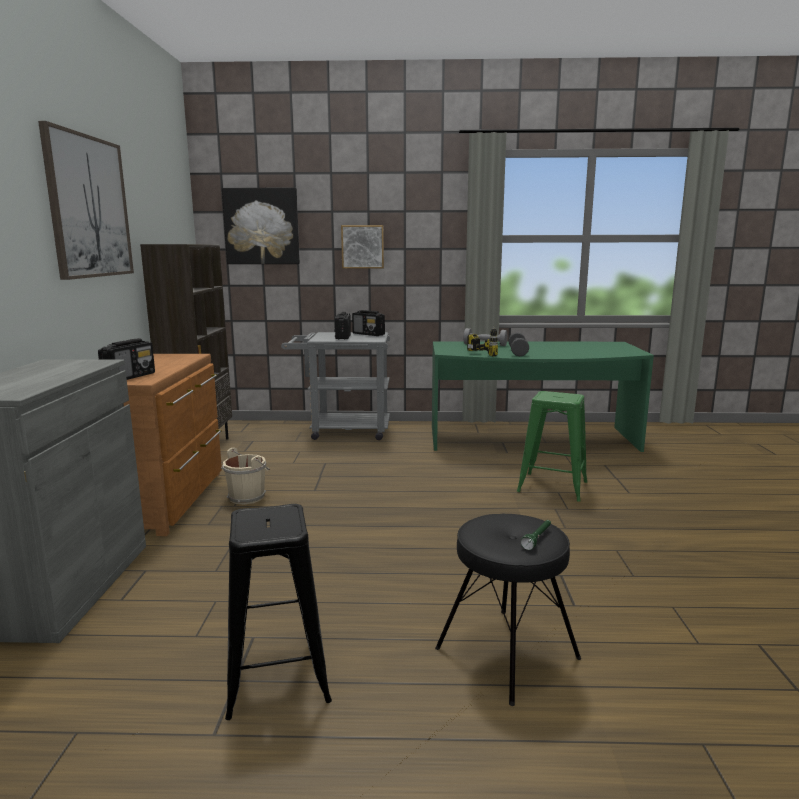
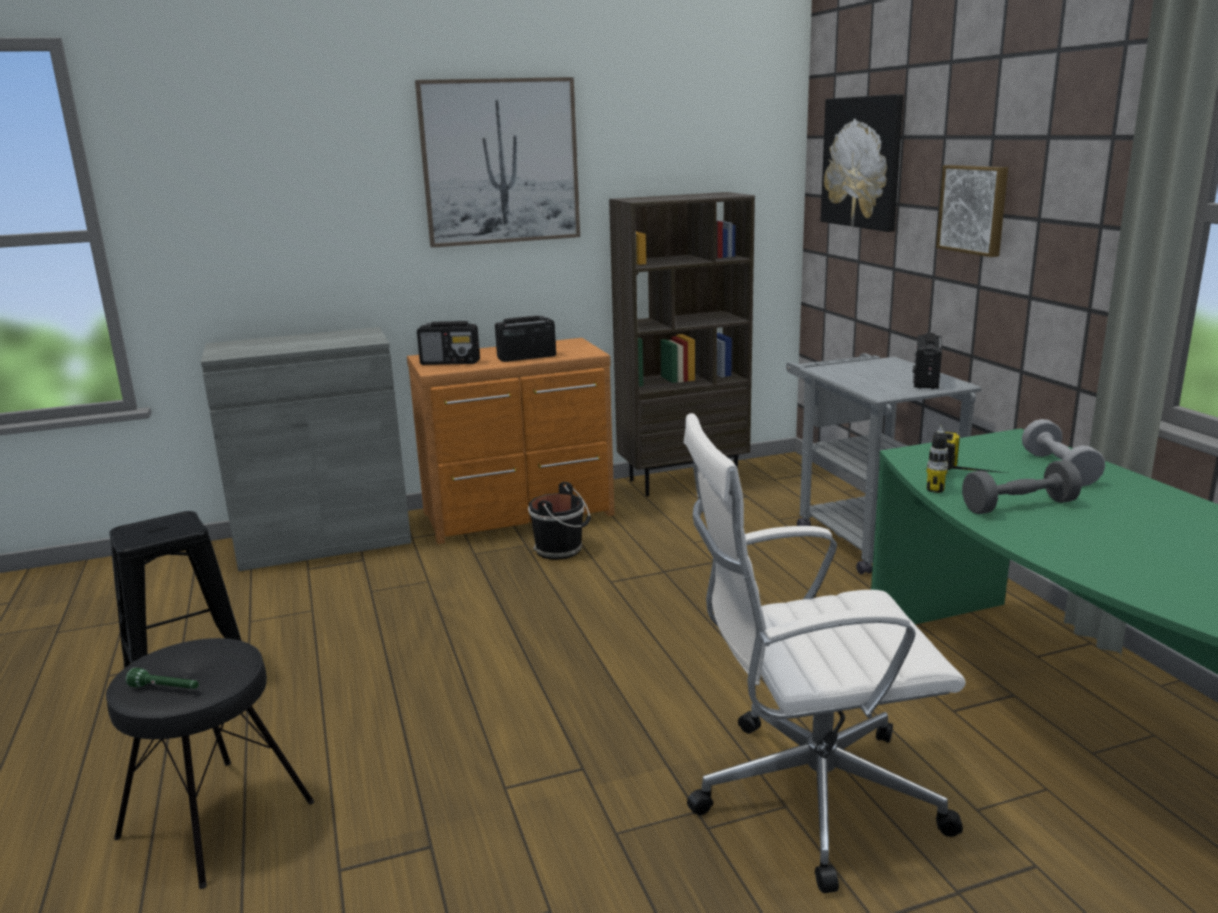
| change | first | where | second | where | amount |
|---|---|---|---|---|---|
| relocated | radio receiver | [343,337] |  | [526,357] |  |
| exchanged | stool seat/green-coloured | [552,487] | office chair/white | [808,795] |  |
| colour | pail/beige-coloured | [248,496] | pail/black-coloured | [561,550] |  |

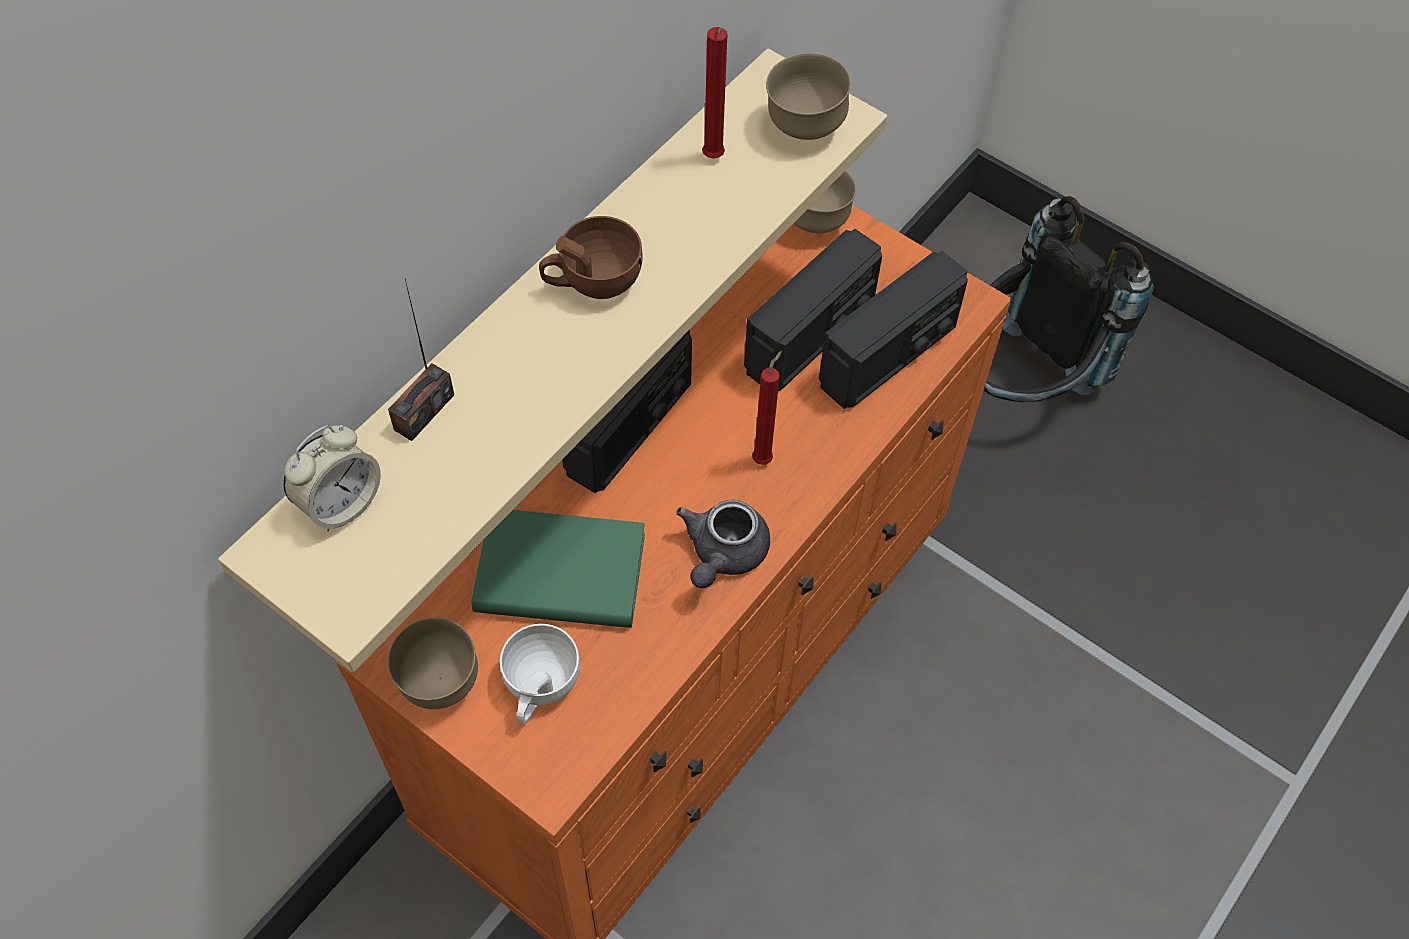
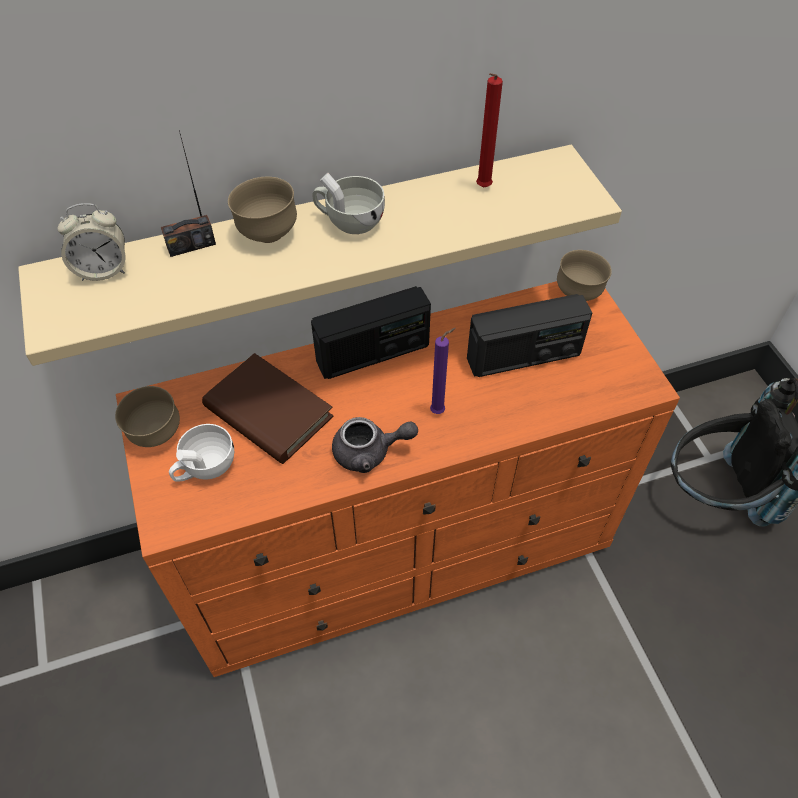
| change | first | where | second | where | amount |
|---|---|---|---|---|---|
| missing | radio receiver | [888,356] |  |  |  |
| relocated | deep dish/brownish | [804,128] |  | [267,234] |  |
| colour | book/green-coloured | [560,574] | book/brownish | [268,412] |  |
| colour | cup/brownish | [592,281] | cup/white | [349,221] |  |
| colour | wax candle/reddish | [764,458] | wax candle/purple-coloured | [439,411] |  |
| spun | pot for tea/gray | [722,554] |  | [370,452] | 150 degrees counterclockwise |

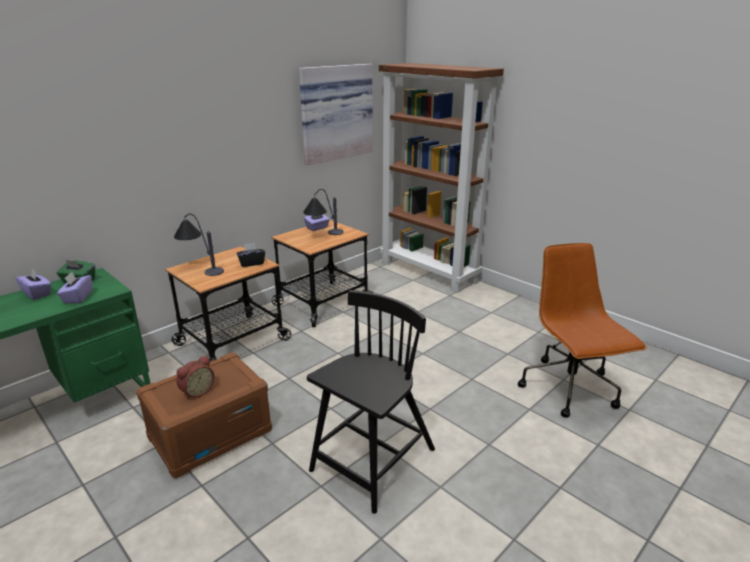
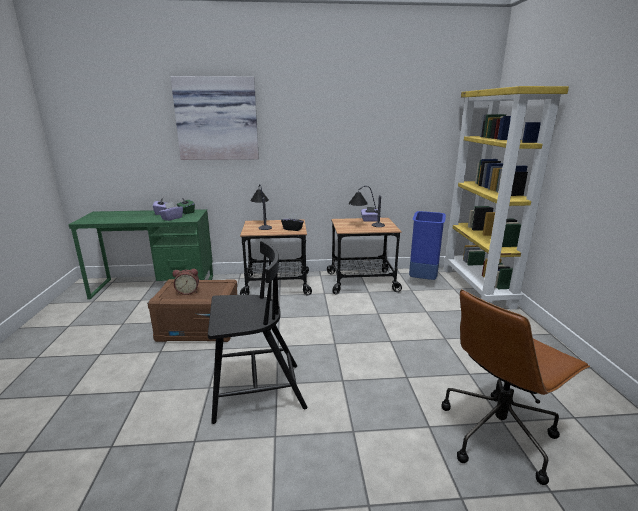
| change | first | where | second | where | amount |
|---|---|---|---|---|---|
| appeared |  |  | trash can/blue | [422,279] |  |
| relocated | wall picture | [335,112] |  | [217,119] |  |
| colour | bookcase/brownish | [429,272] | bookcase/yellow-coloured | [477,287] |  |
| spun | office chair/brownish | [569,389] |  | [498,433] | 150 degrees counterclockwise |

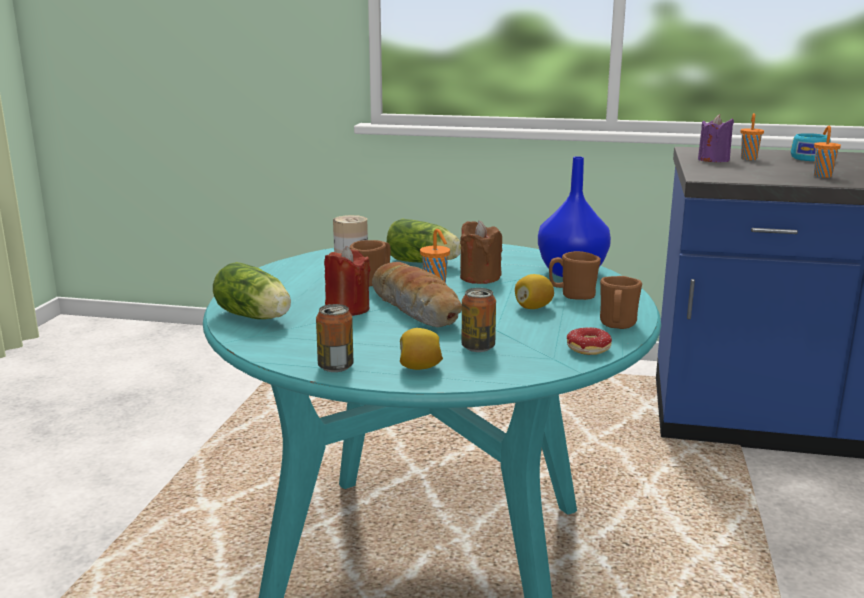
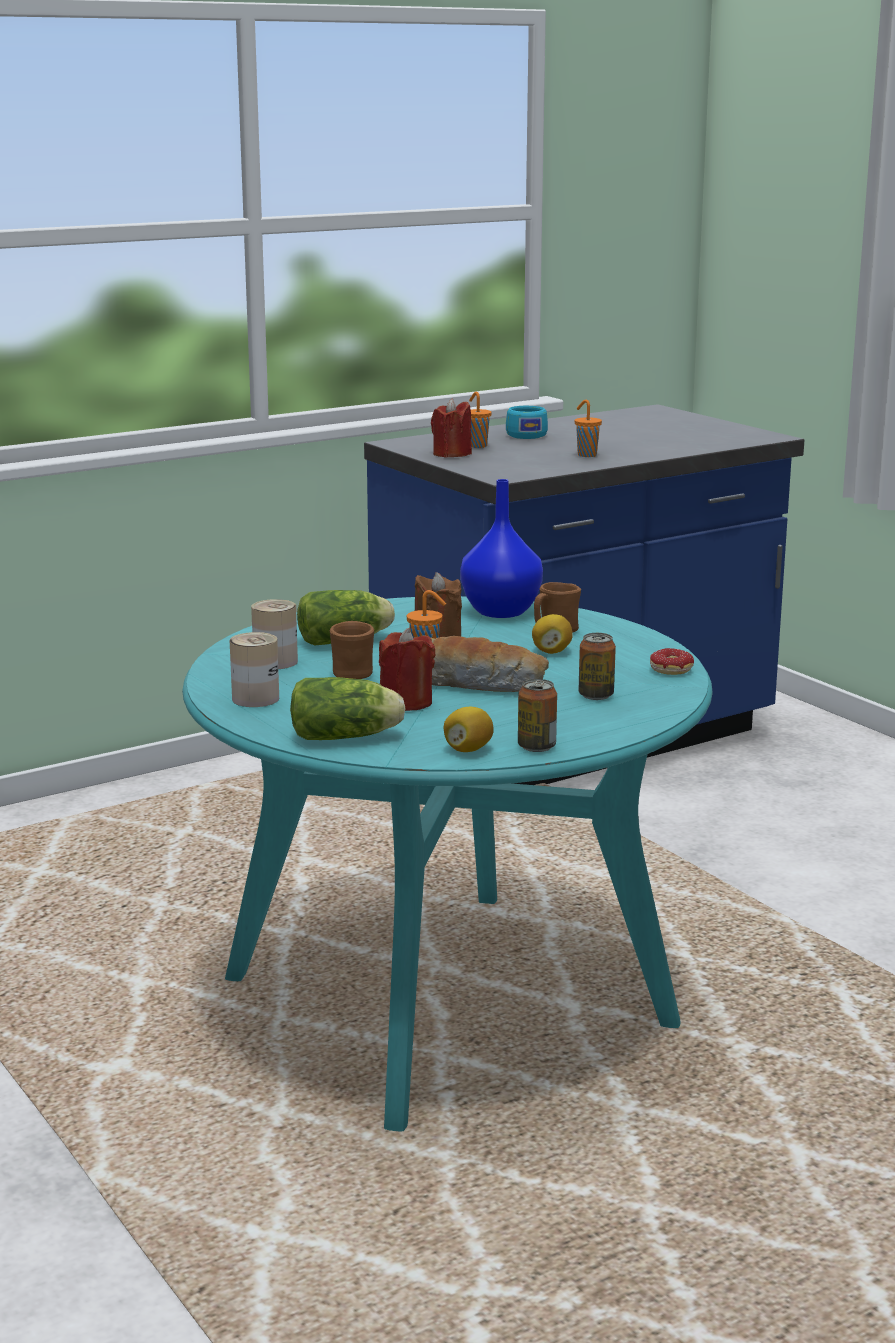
| change | first | where | second | where | amount |
|---|---|---|---|---|---|
| missing | coffee mug/brownish | [617,325] |  |  |  |
| appeared |  |  | sealed can | [255,699] |  |
| relocated | citrus fruit | [419,368] |  | [468,749] |  |
| colour | wax candle/purple-coloured | [713,160] | wax candle/reddish | [452,454] |  |

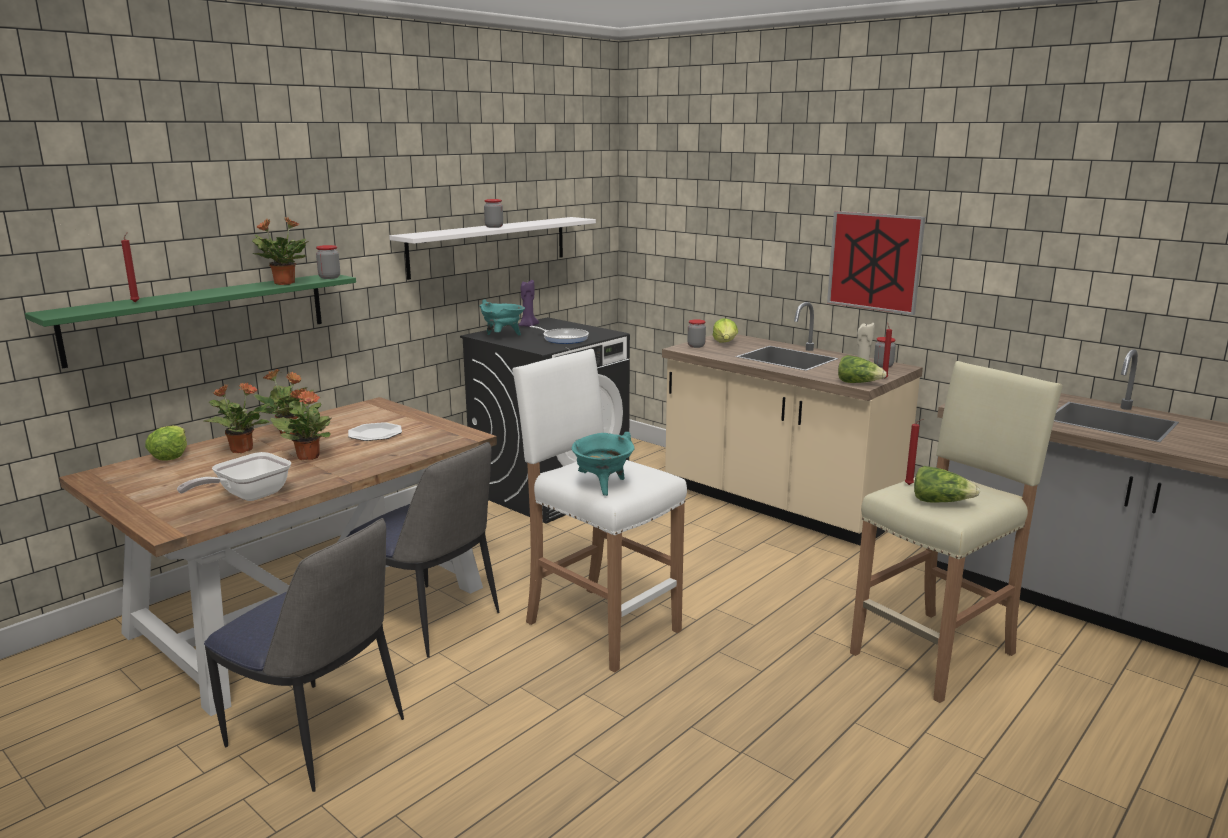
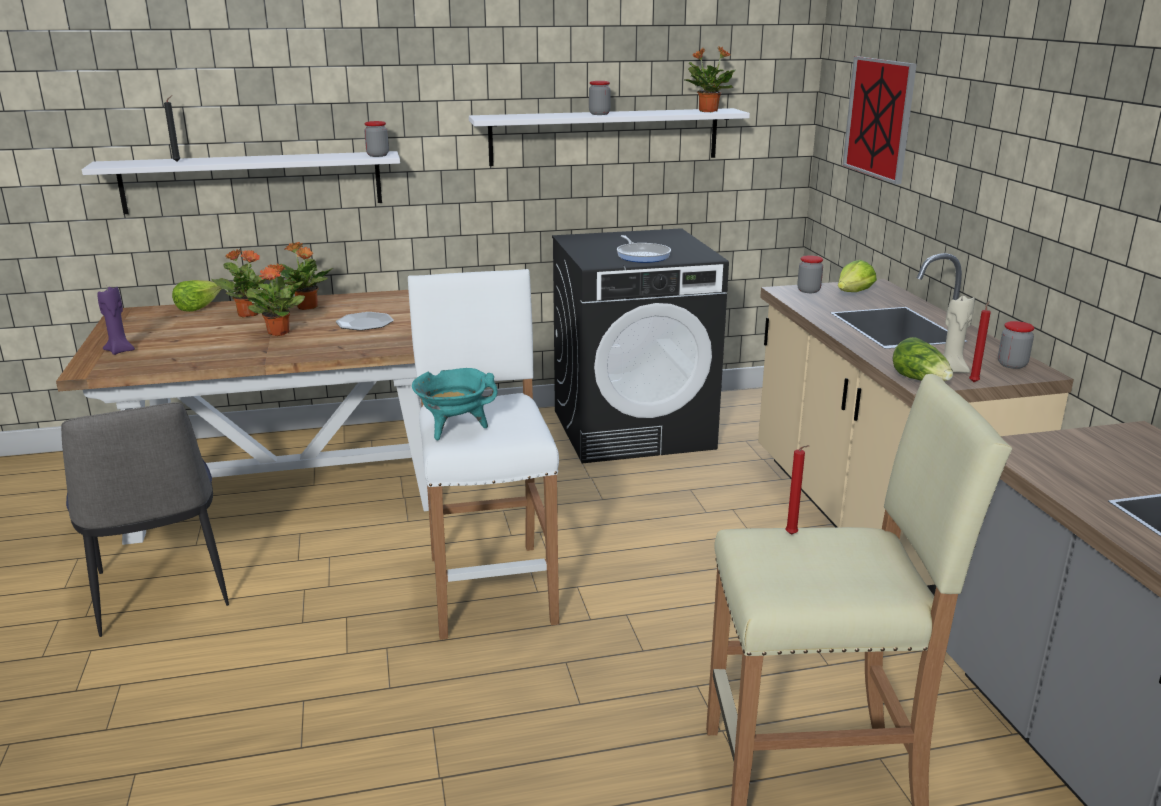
| change | first | where | second | where | amount |
|---|---|---|---|---|---|
| missing | pan | [247,496] |  |  |  |
| missing | upright chair | [431,620] |  |  |  |
| missing | stockpot/turquoise | [502,337] |  |  |  |
| missing | head of lettuce | [940,502] |  |  |  |
| relocated | plant in a pot | [283,283] |  | [707,111] |  |
| relocated | wax candle/purple-coloured | [528,326] |  | [120,351] |  |
| relocated | wall picture | [875,261] |  | [879,118] |  |
| colour | shelf/green-coloured | [200,317] | shelf/white | [253,182] |  |
| colour | wax candle/reddish | [136,302] | wax candle/black-coloured | [178,161] |  |

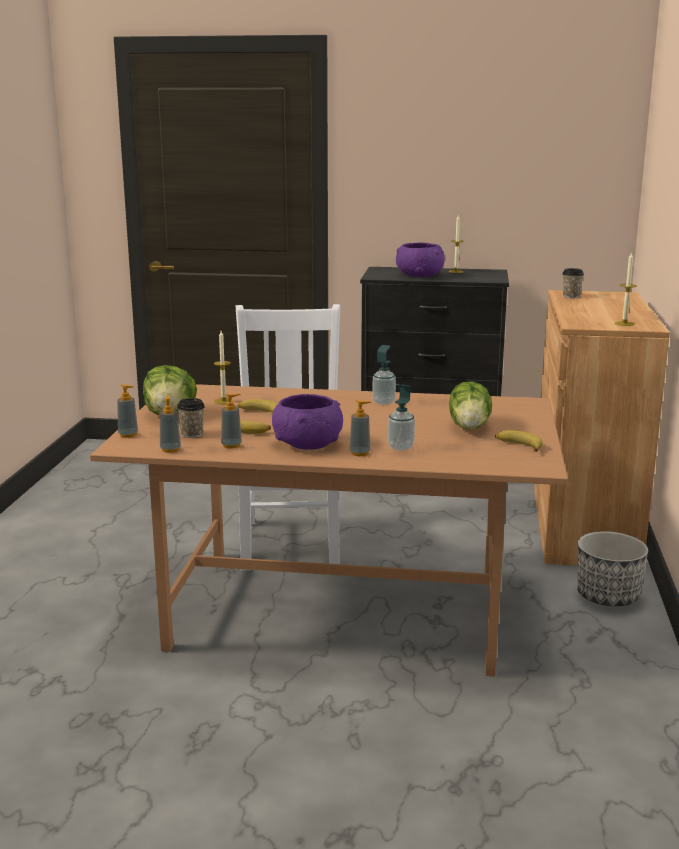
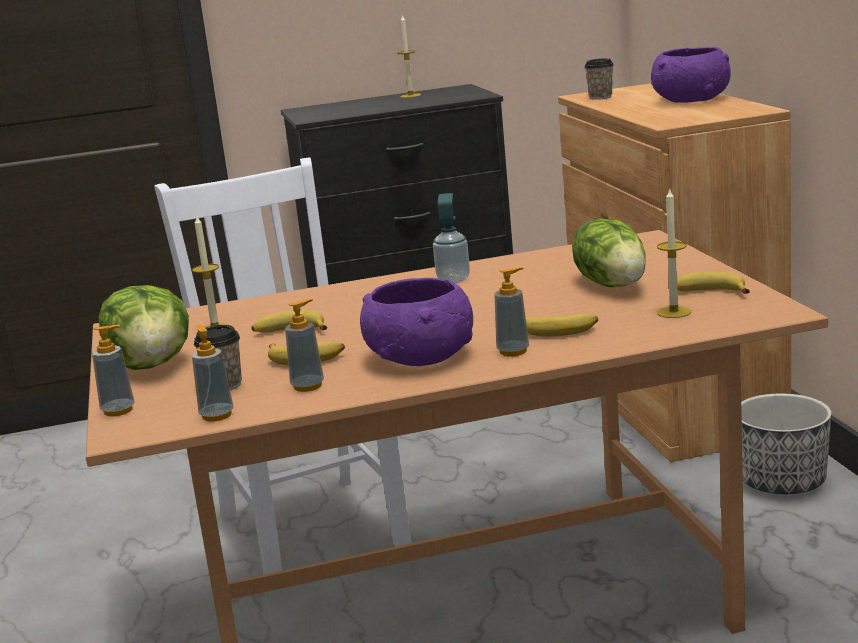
| change | first | where | second | where | amount |
|---|---|---|---|---|---|
| relocated | deep dish/purple-coloured | [419,275] |  | [691,100] |  |
| relocated | wax candle | [624,324] |  | [674,312] |  |
| exchanged | soap bottle | [400,447] | banana | [558,330] |  |

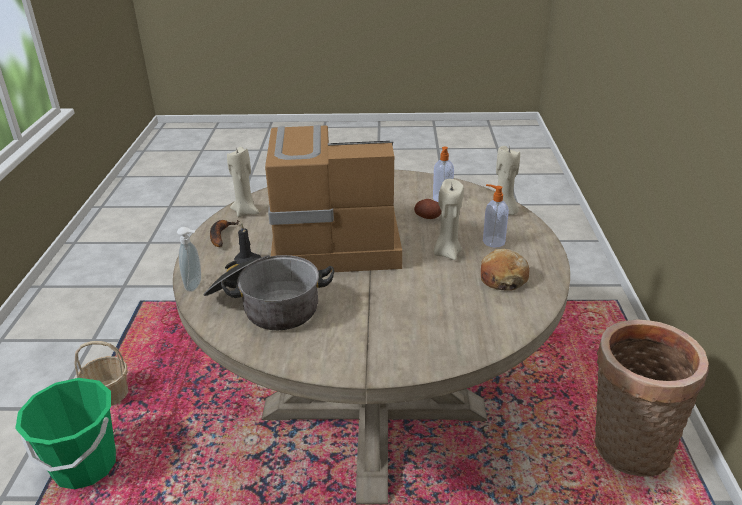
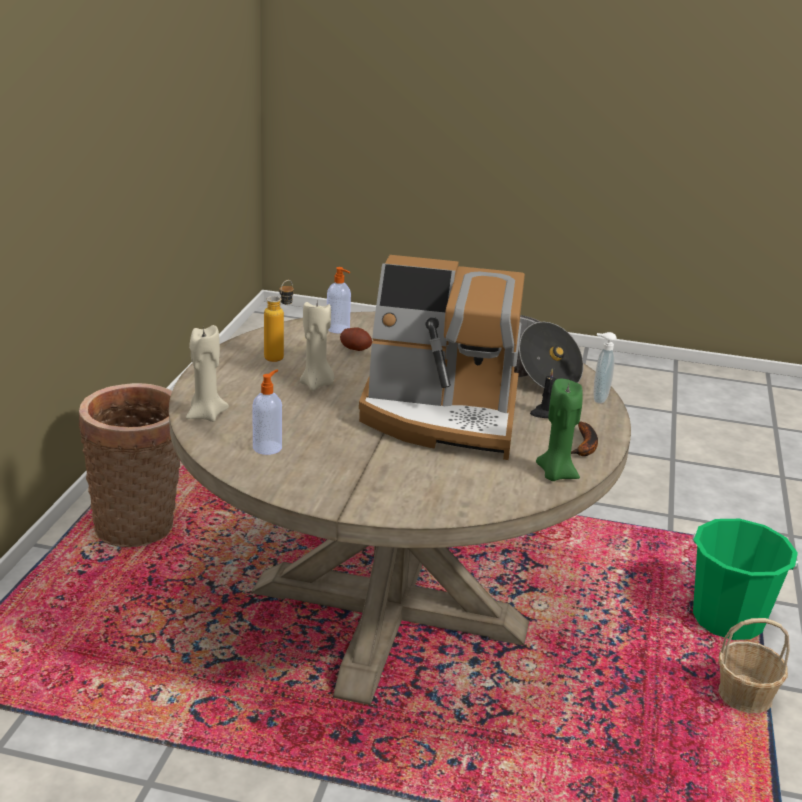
| change | first | where | second | where | amount |
|---|---|---|---|---|---|
| relocated | whole potato | [428,217] |  | [355,349] |  |
| relocated | soap bottle | [493,241] |  | [338,329] |  |
| exchanged | baked bread | [503,278] | bottle | [279,356] |  |
| colour | wax candle/beige-coloured | [245,212] | wax candle/green-coloured | [555,474] |  |

